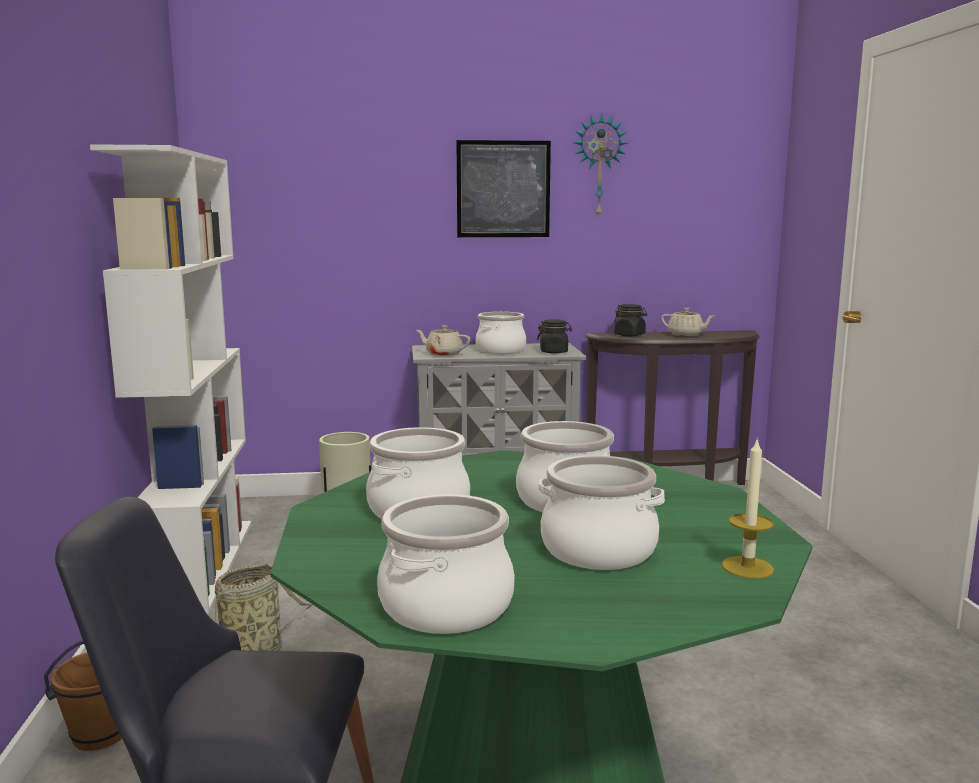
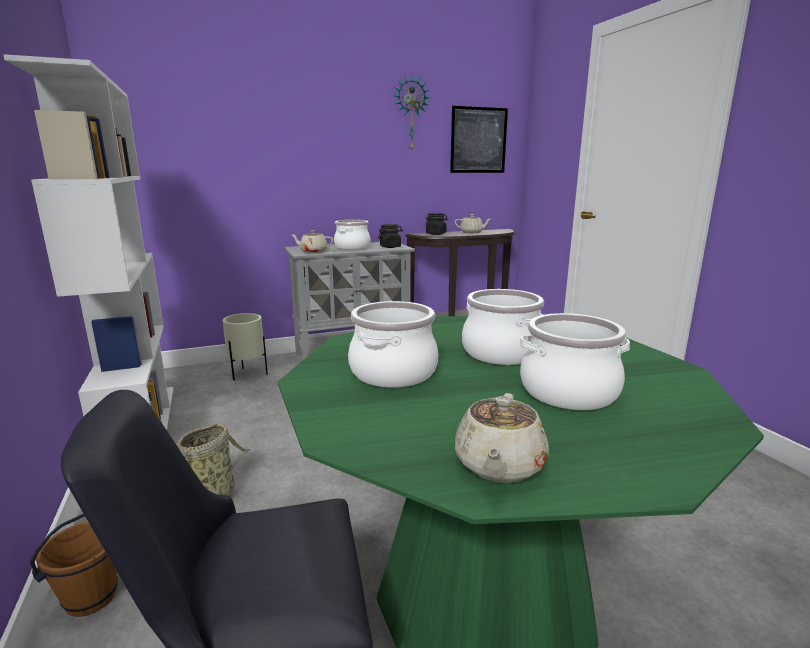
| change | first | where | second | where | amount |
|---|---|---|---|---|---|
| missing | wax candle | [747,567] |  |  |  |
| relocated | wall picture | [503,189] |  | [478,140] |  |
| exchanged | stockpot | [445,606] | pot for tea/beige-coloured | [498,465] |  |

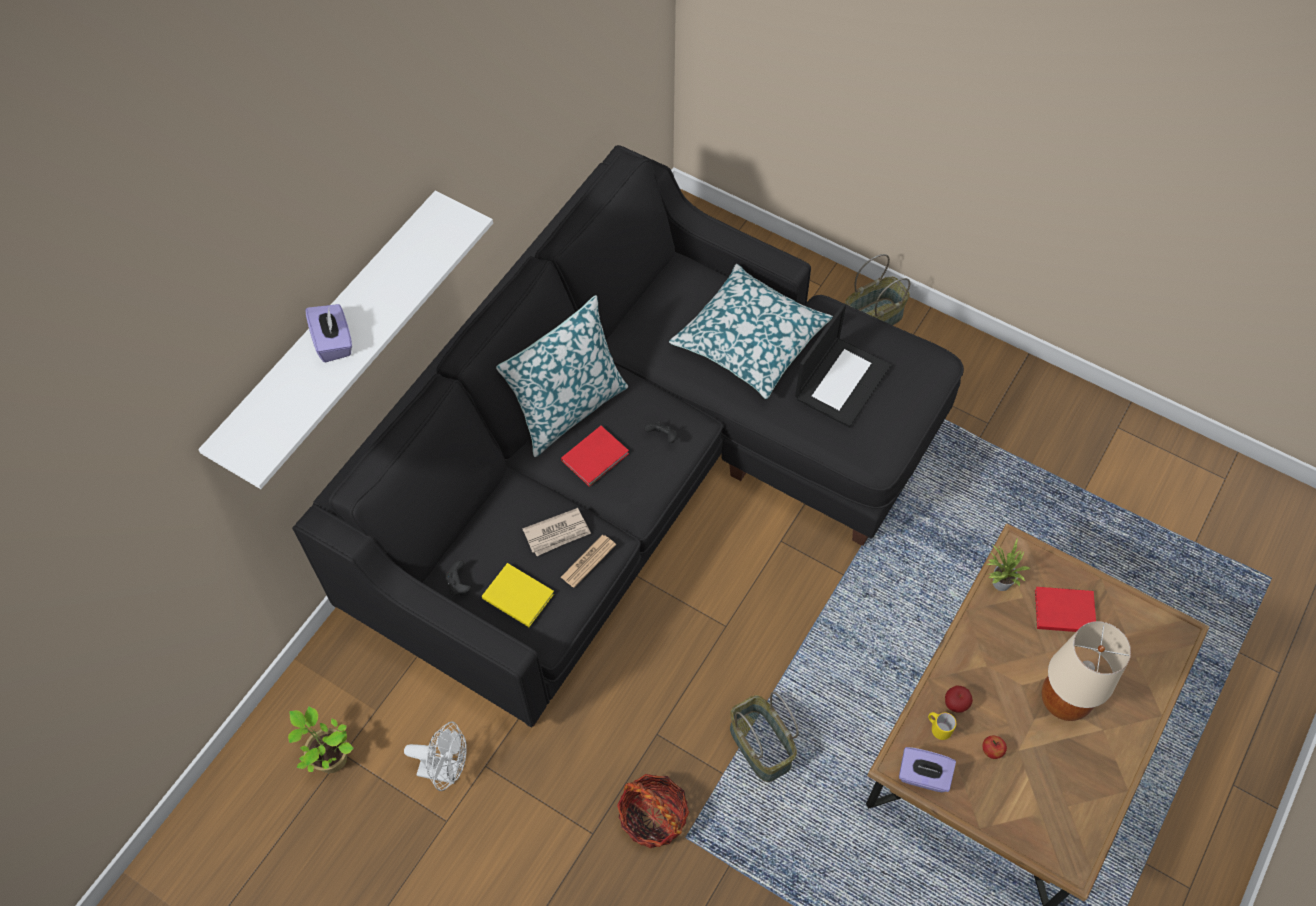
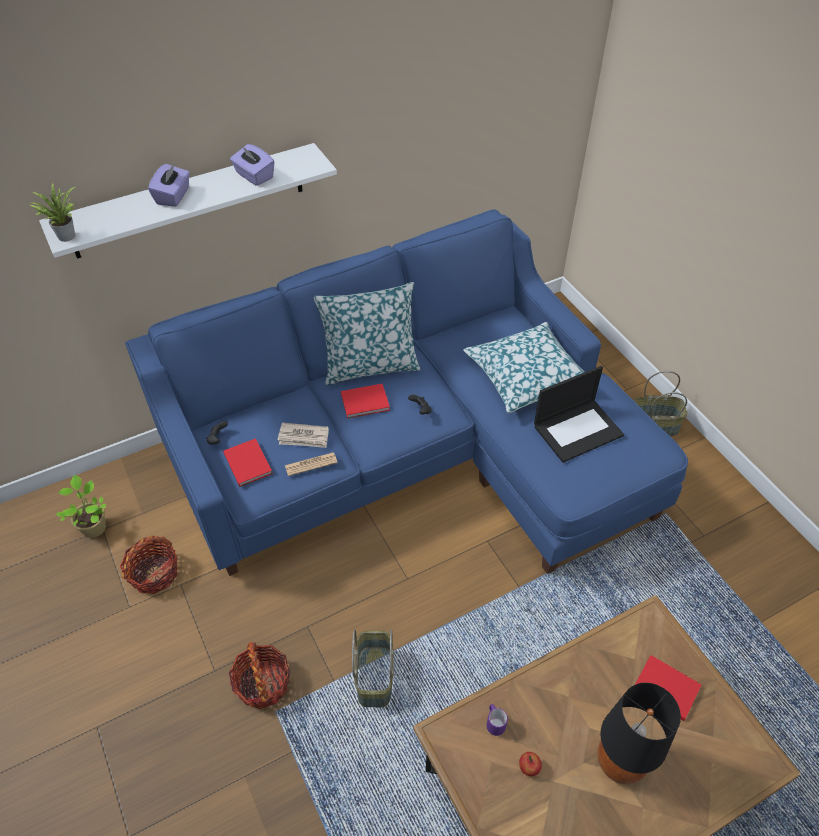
| change | first | where | second | where | amount |
|---|---|---|---|---|---|
| missing | whole apple | [955,704] |  |  |  |
| relocated | tissue box/purple-coloured | [923,776] |  | [254,176] |  |
| relocated | plant in a pot | [998,582] |  | [65,235] |  |
| exchanged | fan/white | [445,770] | basket | [154,573] |  |
| colour | sofa/black-coloured | [638,474] | sofa/blue | [415,451] |  |
| colour | book/yellow-coloured | [517,594] | book/reddish | [248,462] |  |
| colour | coffee mug/yellow-coloured | [938,728] | coffee mug/purple-coloured | [494,723] |  |
| colour | table lamp/beige-coloured | [1064,701] | table lamp/black-coloured | [620,763] |  |

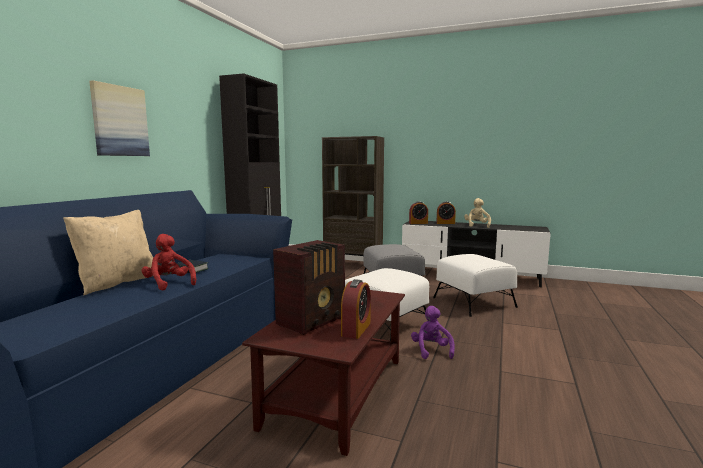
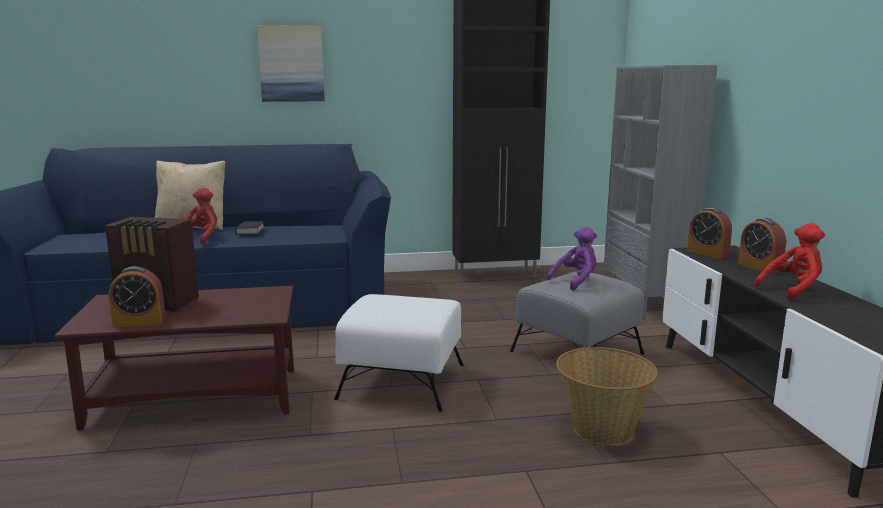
| change | first | where | second | where | amount |
|---|---|---|---|---|---|
| relocated | plush toy/purple-coloured | [431,350] |  | [576,281] |  |
| exchanged | footrest/white | [473,302] | basket | [601,429] |  |
| colour | bookcase/brownish | [353,264] | bookcase/gray | [645,304] |  |
| colour | plush toy/beige-coloured | [477,226] | plush toy/reddish | [792,290] |  |

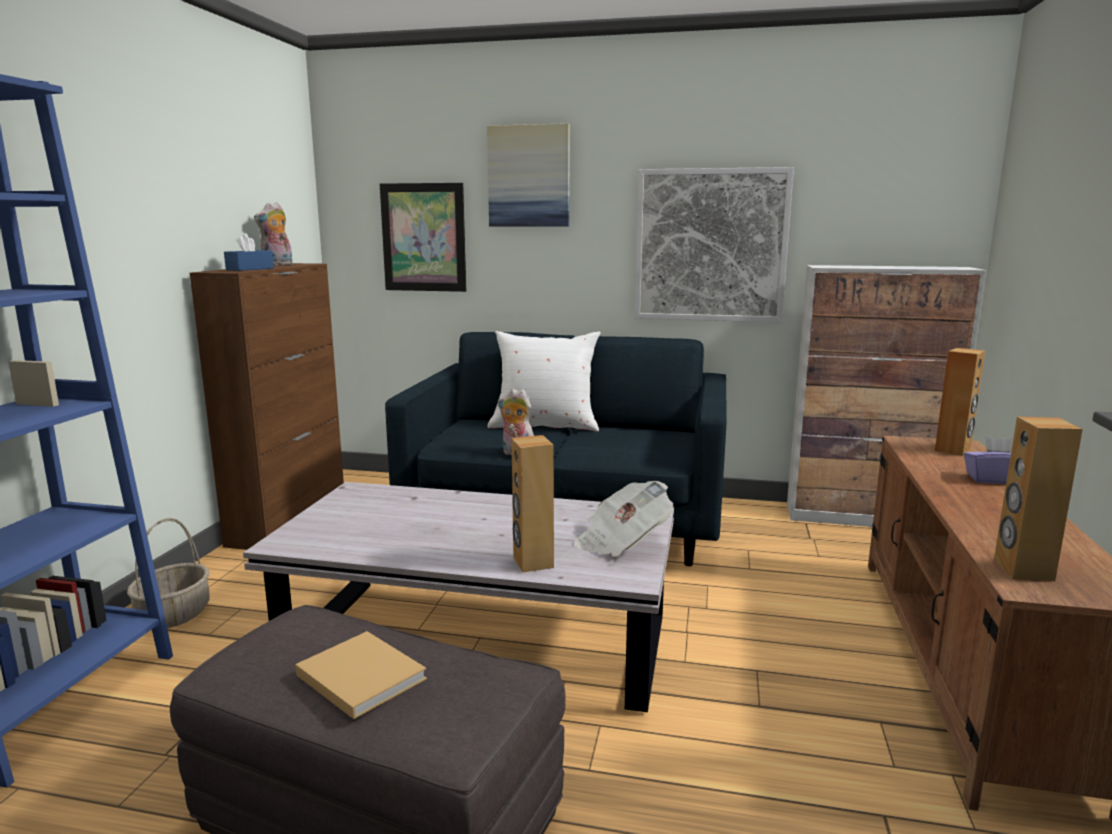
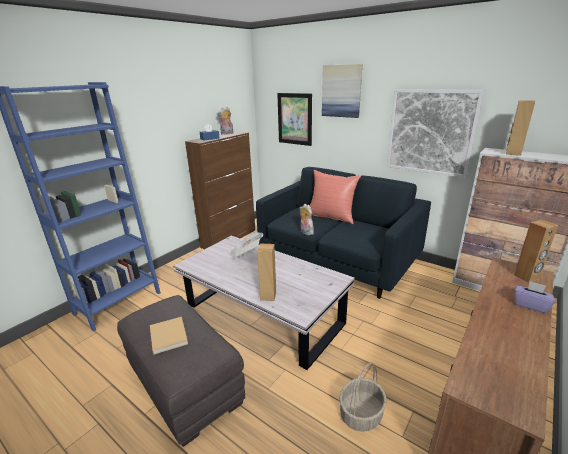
| change | first | where | second | where | amount |
|---|---|---|---|---|---|
| relocated | basket | [174,615] |  | [361,415] |  |
| relocated | newspaper | [621,542] |  | [245,253] |  |
| relocated | audio speaker/brownish | [1022,570] |  | [513,153] |  |
| colour | throw pillow/white | [544,426] | throw pillow/reddish | [331,216] |  |

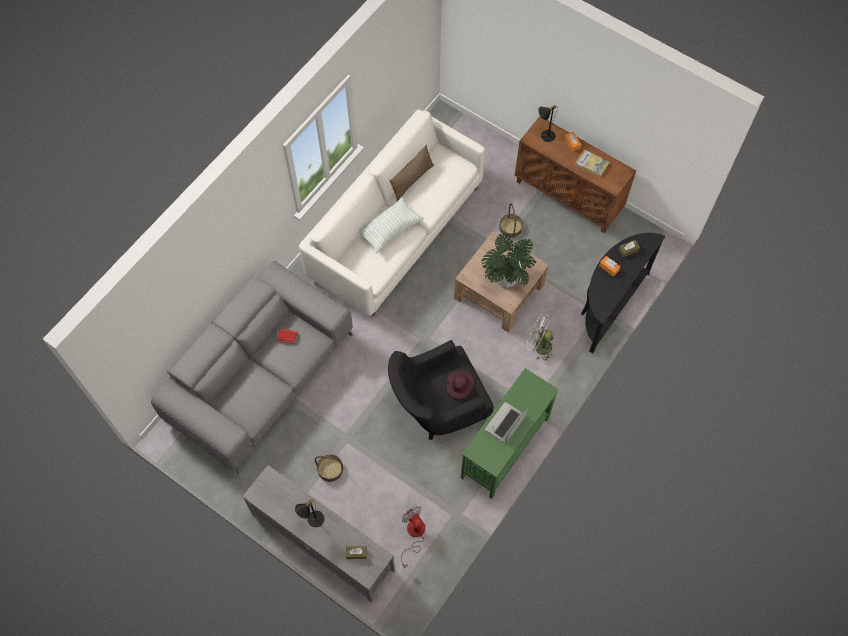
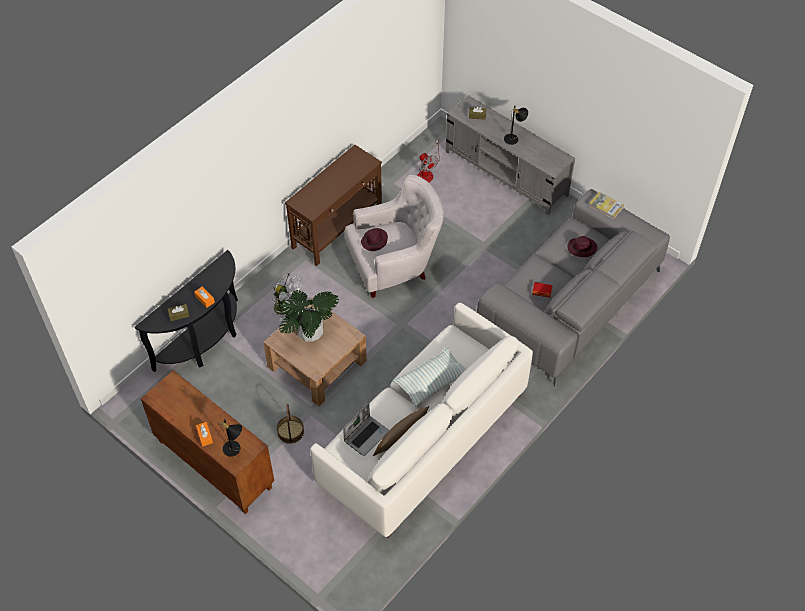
| change | first | where | second | where | amount |
|---|---|---|---|---|---|
| missing | basket | [330,469] |  |  |  |
| appeared |  |  | wearable hat/purple-coloured | [581,248] |  |
| relocated | laptop | [505,424] |  | [366,435] |  |
| relocated | book | [591,164] |  | [606,206] |  |
| colour | easy chair/black-coloured | [438,406] | easy chair/white | [395,264] |  |
| colour | hall table/green-coloured | [504,447] | hall table/brownish | [337,228] |  |

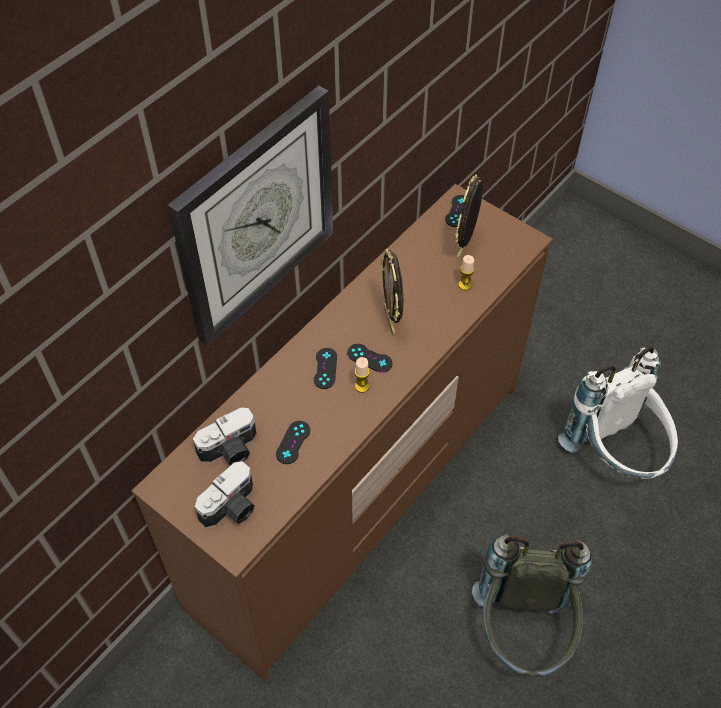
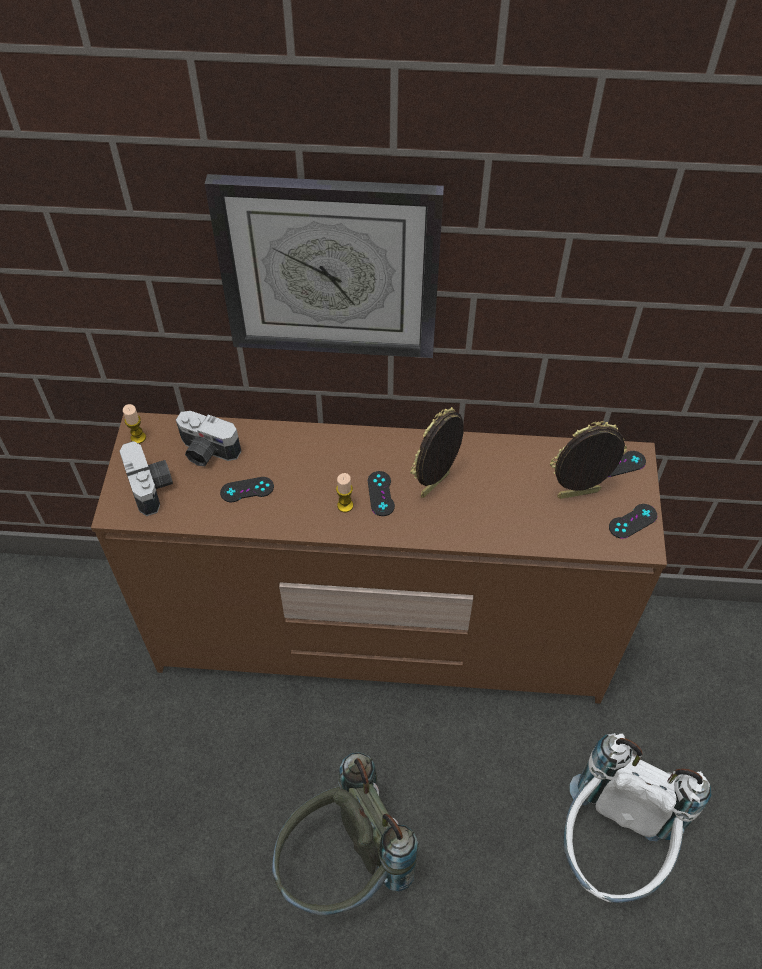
| change | first | where | second | where | amount |
|---|---|---|---|---|---|
| relocated | game controller/black-coloured | [325,368] |  | [632,521] |  |
| relocated | wax candle | [465,285] |  | [138,437] |  |
| spun | photo camera | [232,508] |  | [152,486] | 120 degrees counterclockwise |

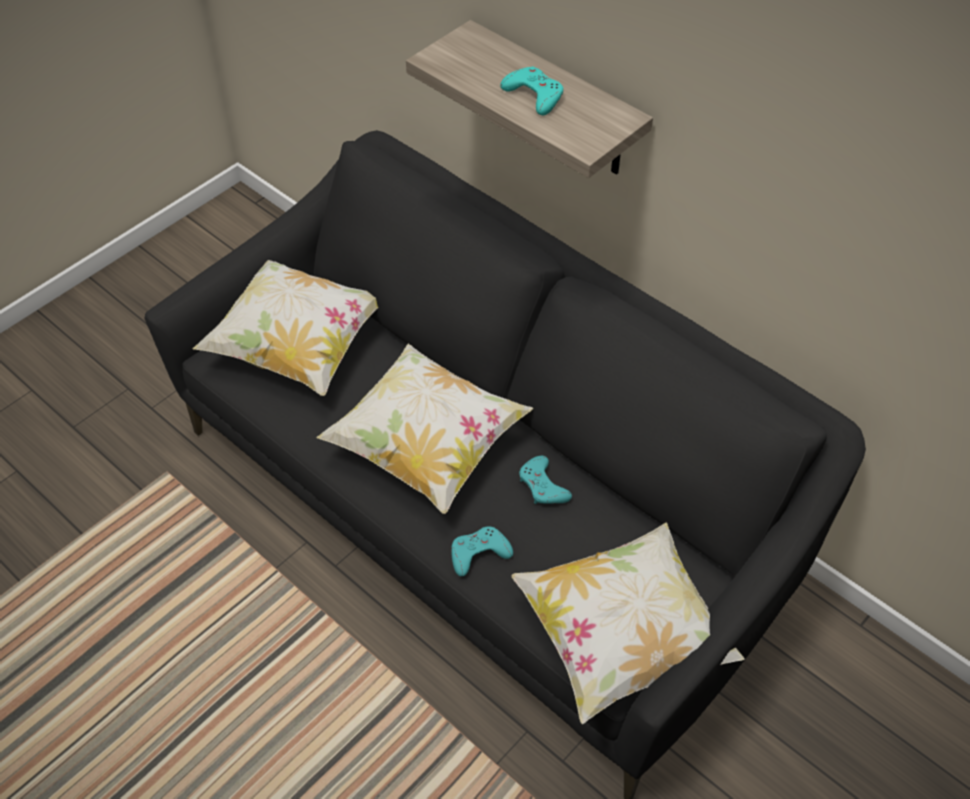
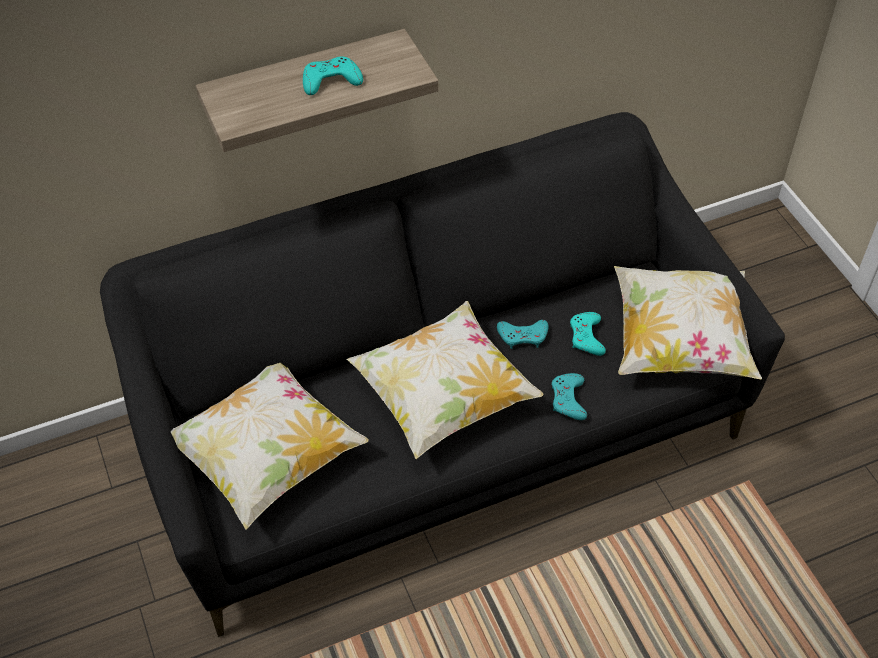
| change | first | where | second | where | amount |
|---|---|---|---|---|---|
| appeared |  |  | game controller/turquoise | [586,337] |  |

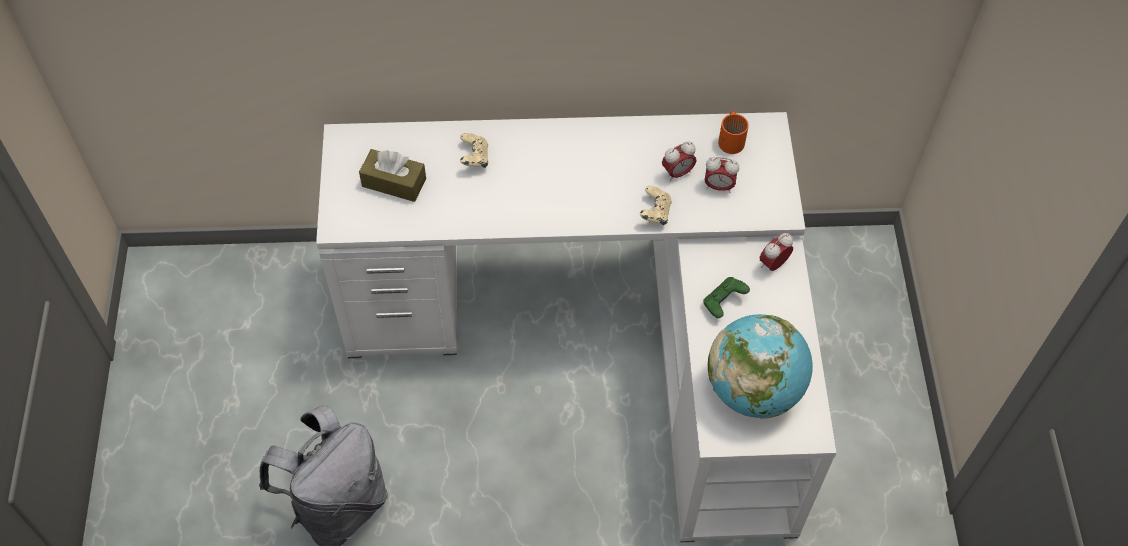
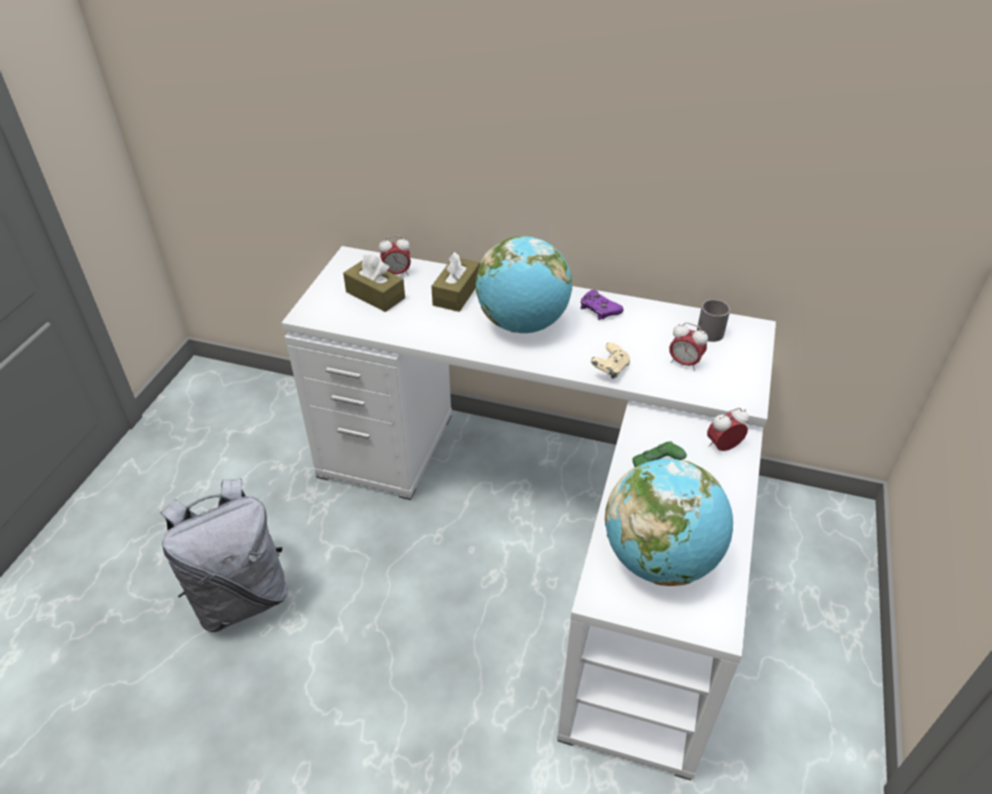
| change | first | where | second | where | amount |
|---|---|---|---|---|---|
| appeared |  |  | desk globe | [523,324] |  |
| appeared |  |  | game controller/purple-coloured | [599,309] |  |
| relocated | alarm clock | [677,173] |  | [397,273] |  |
| exchanged | game controller/beige-coloured | [474,158] | tissue box/brownish | [456,293] |  |
| colour | coffee mug/orange-coloured | [732,139] | coffee mug/gray | [712,330] |  |

